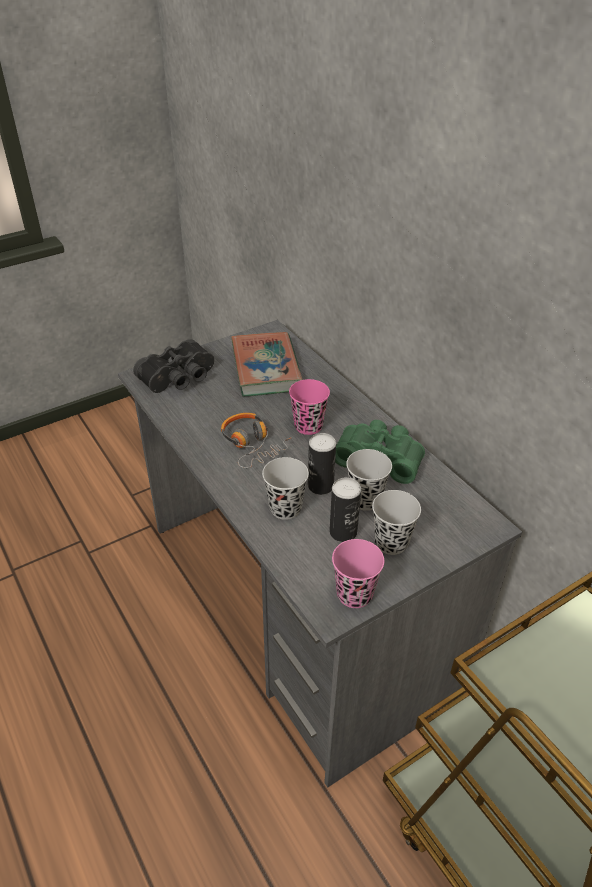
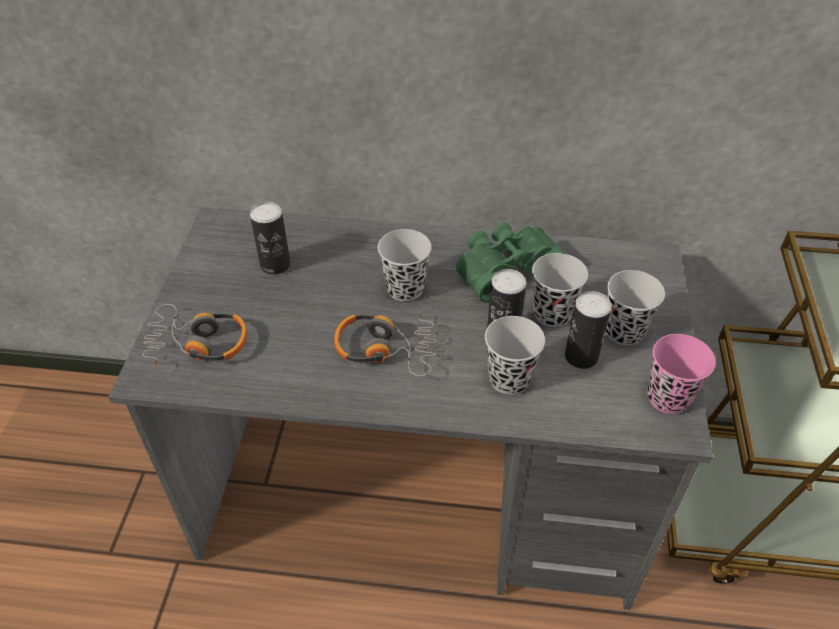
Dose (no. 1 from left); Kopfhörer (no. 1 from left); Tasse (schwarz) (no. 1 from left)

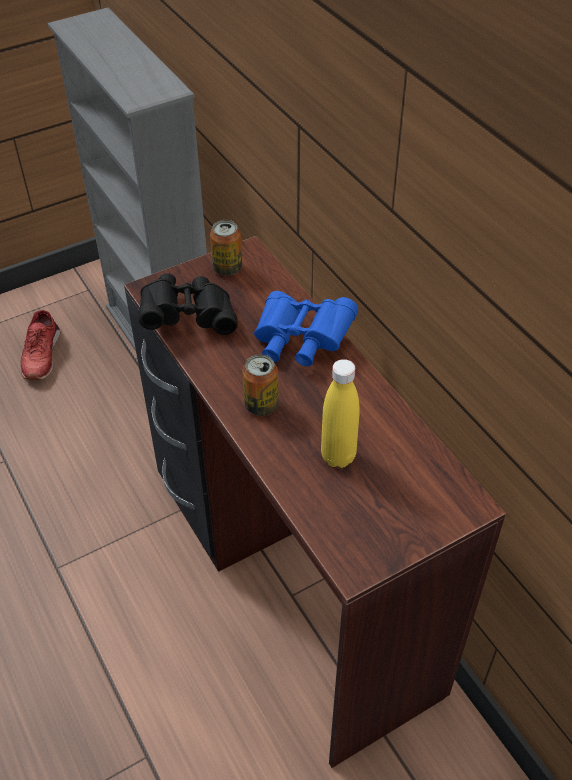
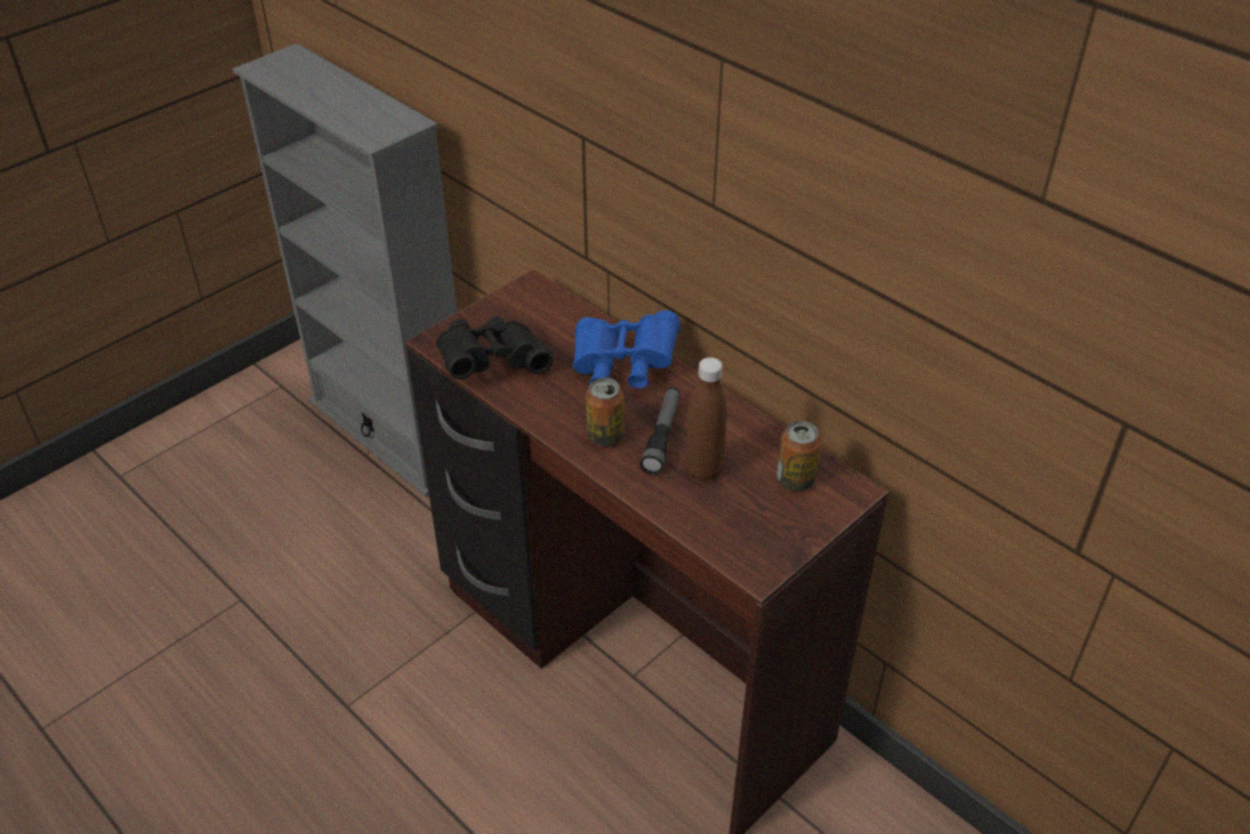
Dose (no. 2 from left); Schuh (rot); Flasche (braun); Taschenlampe

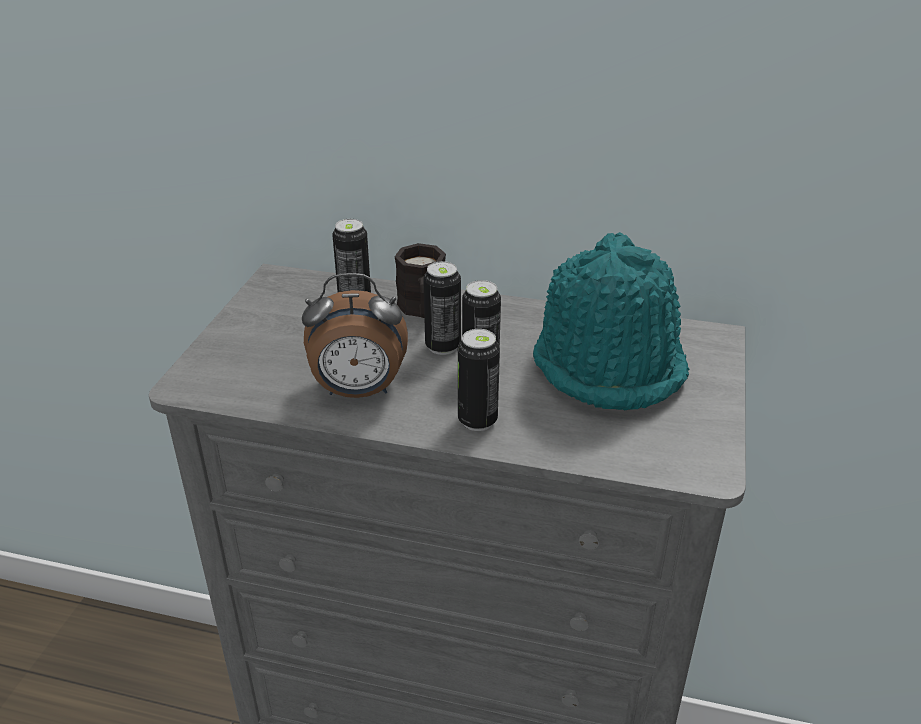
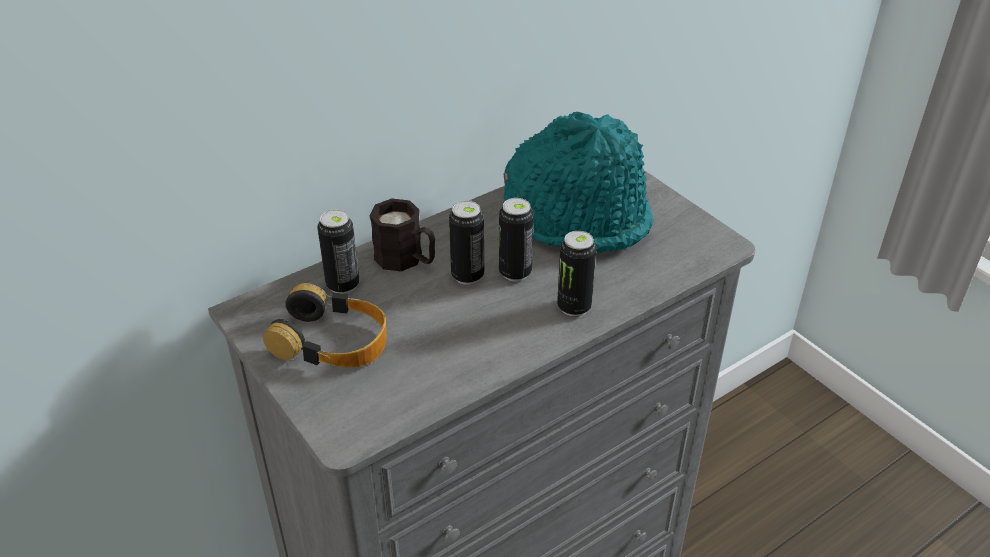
Wecker; Kopfhörer

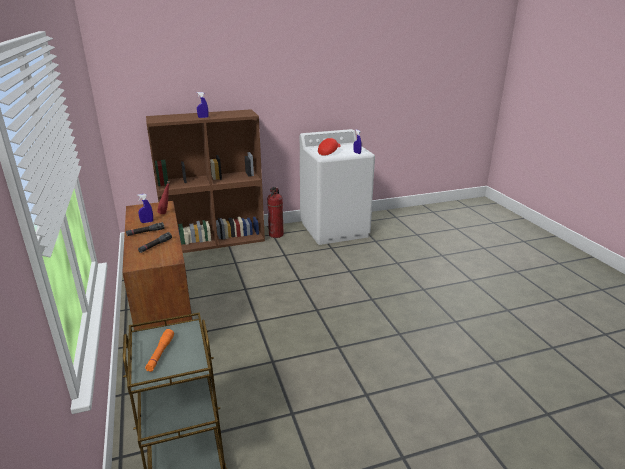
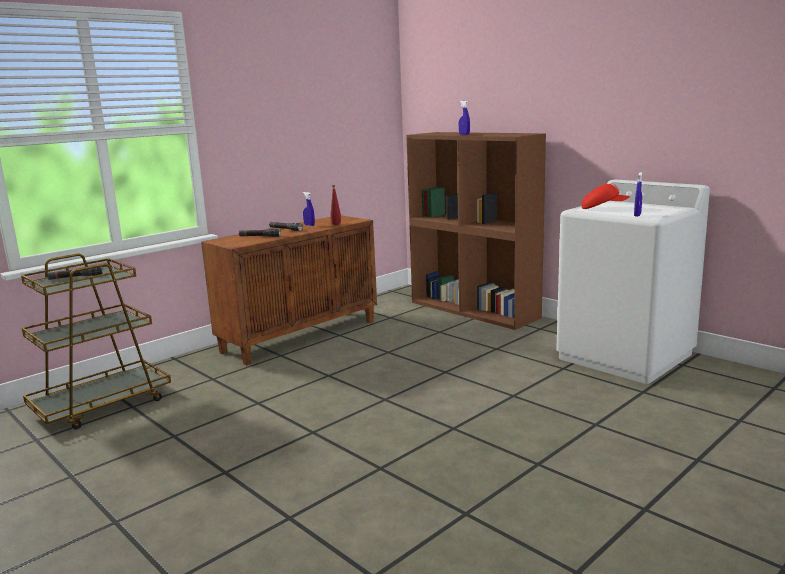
Feuerlöscher; Taschenlampe (schwarz) (no. 1 from left)

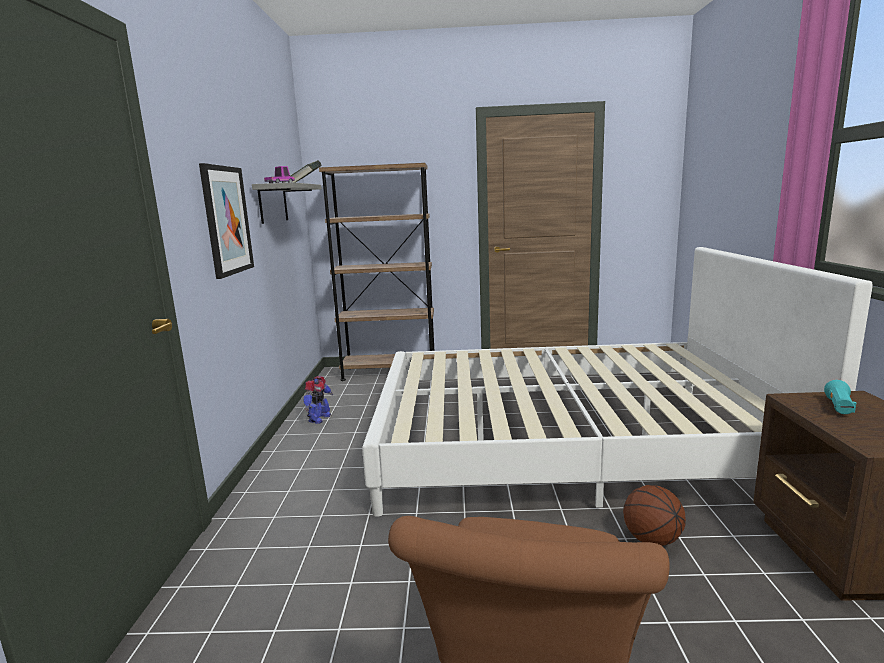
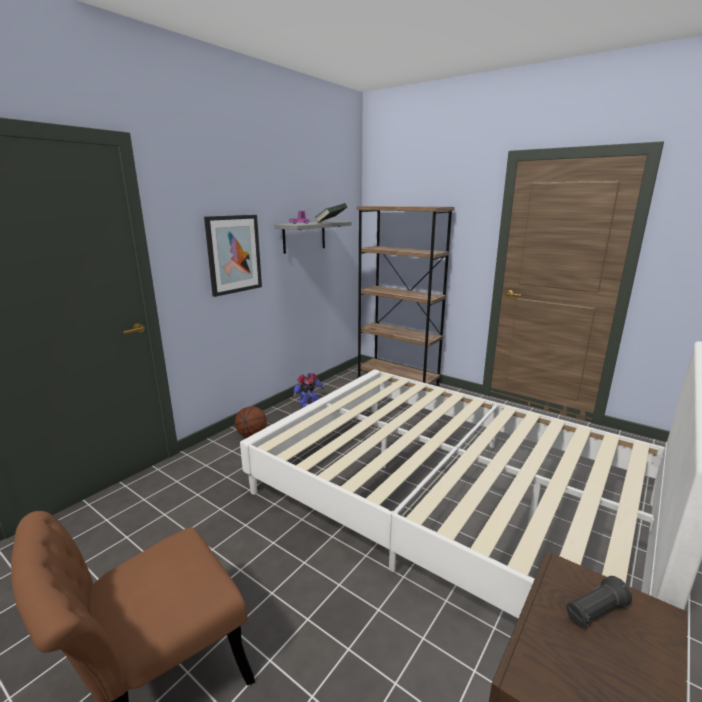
Taschenlampe (schwarz); Basketball

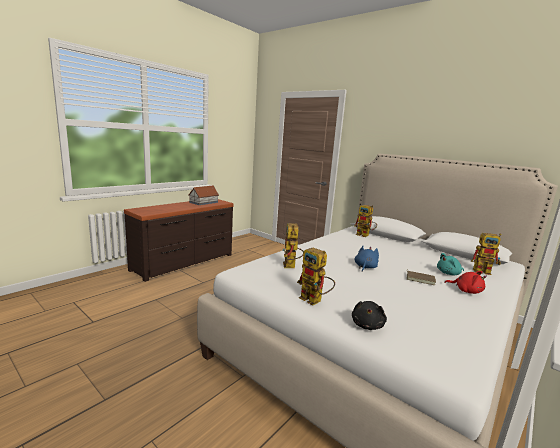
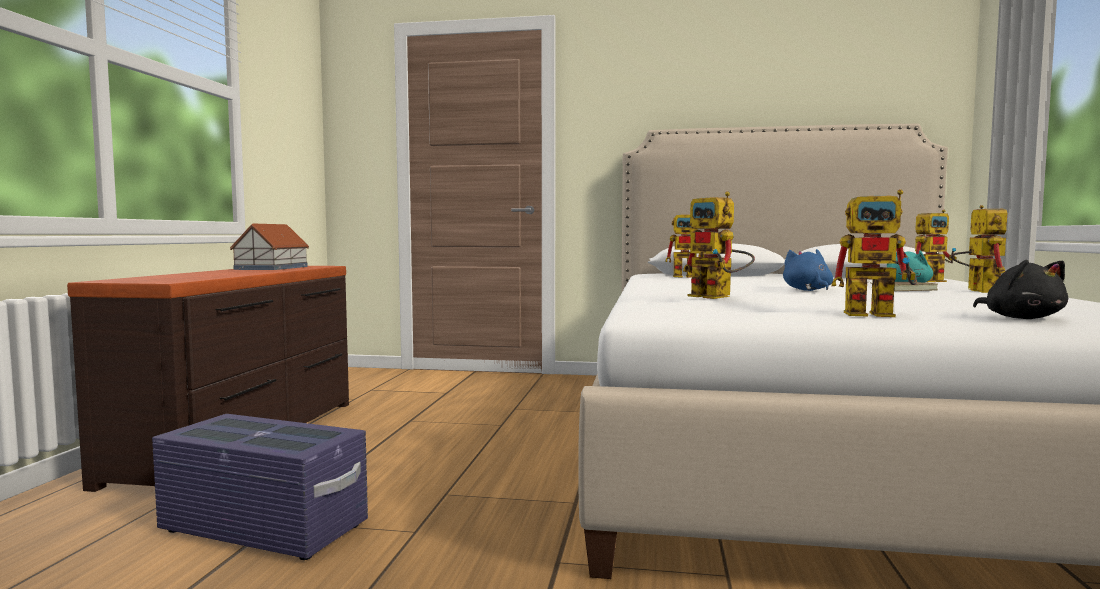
Spielzeugroboter (no. 5 from left); Aufbewahrungsbox (lila)

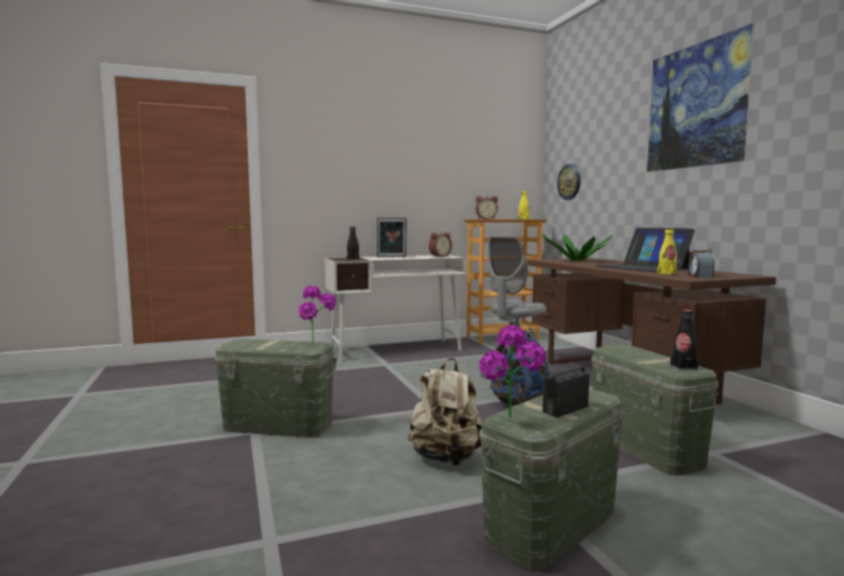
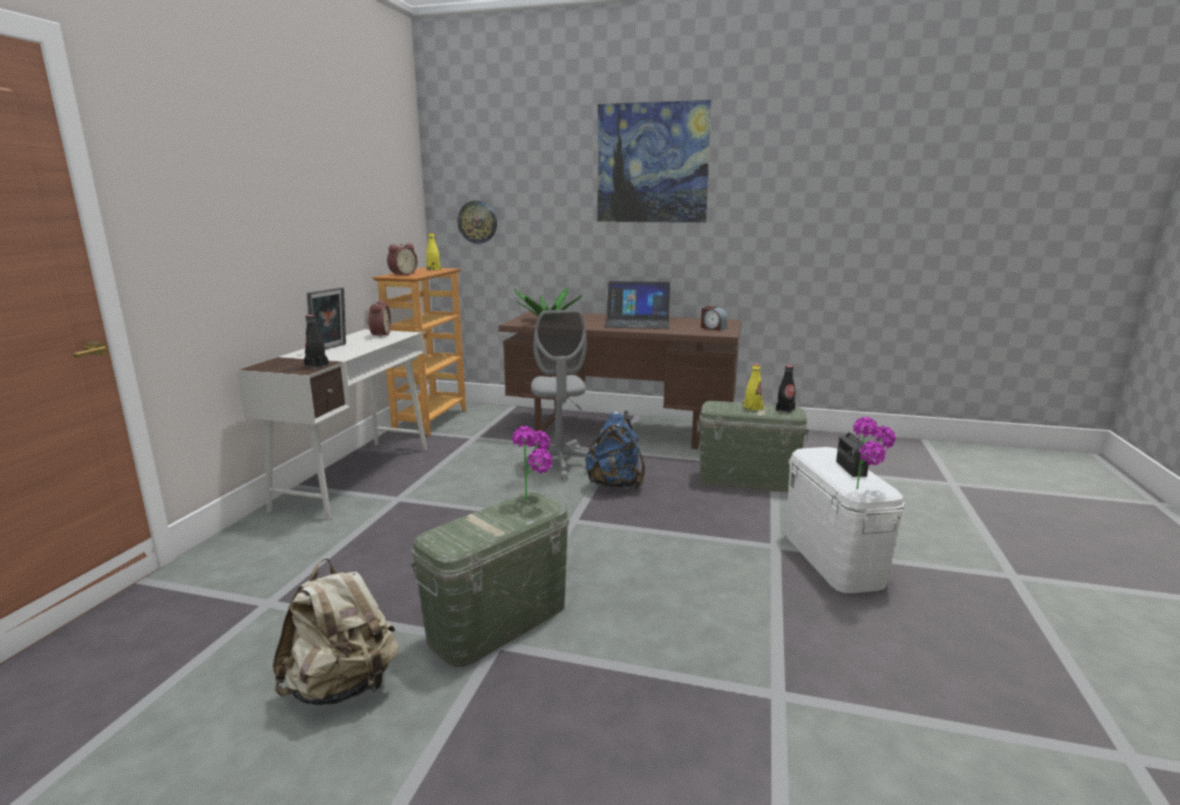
Flasche (gelb) (no. 2 from left); Rucksack (beige); Aufbewahrungsbox (weiß)

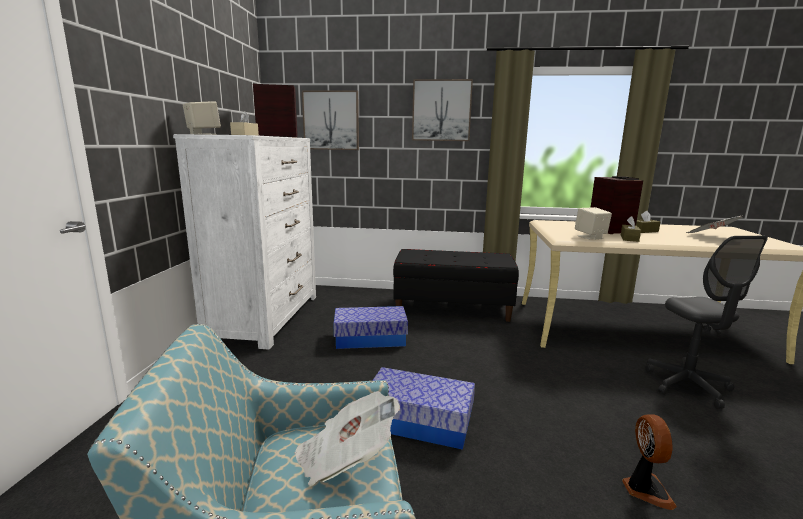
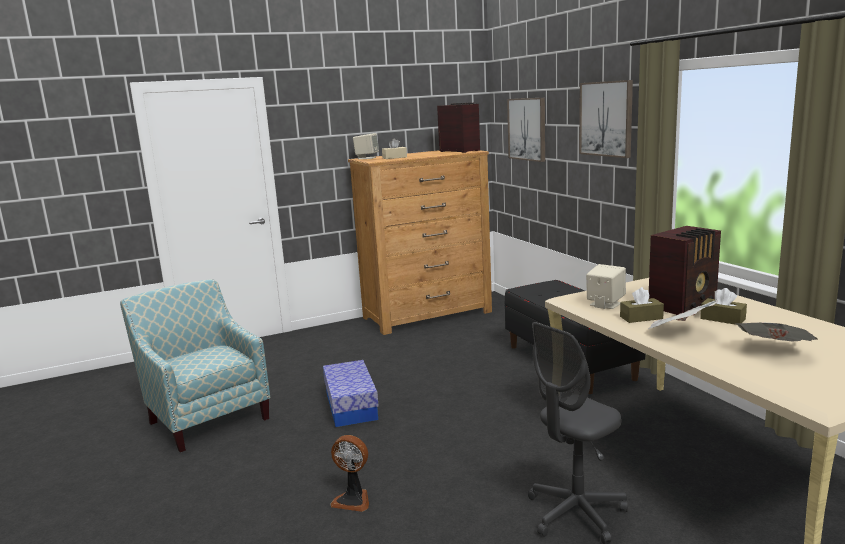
Kommode (braun); Aufbewahrungsbox (no. 1 from left in the first image); Zeitung (no. 1 from left); Ventilator

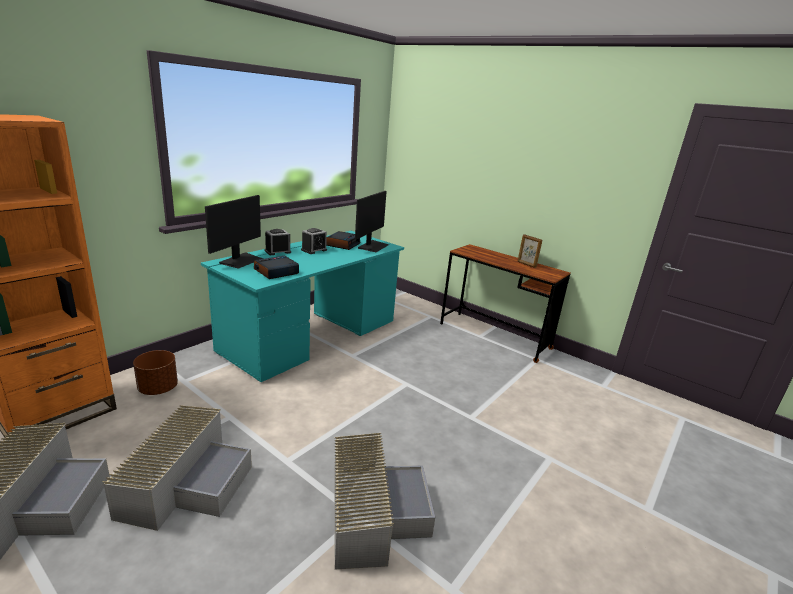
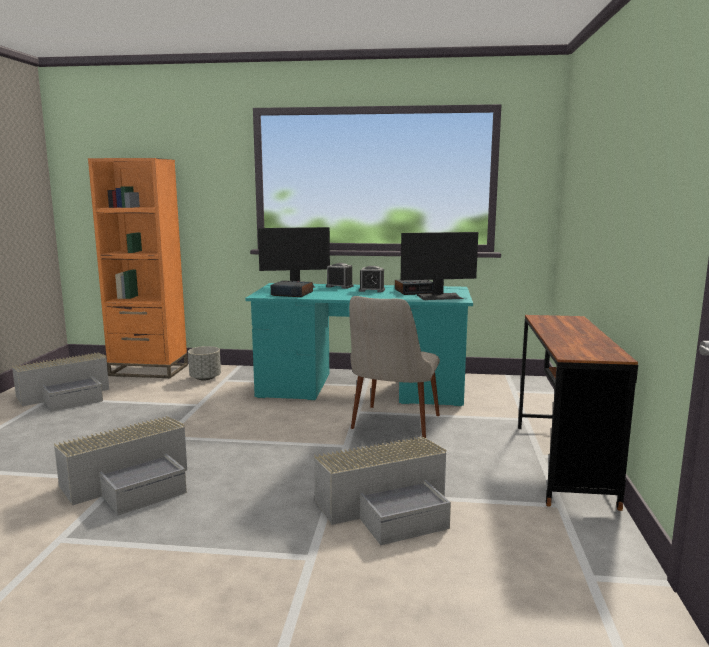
Bilderrahmen; Pflanzkübel (grau); Aufbewahrungsbox (grau) (no. 3 from left); Stuhl (beige)

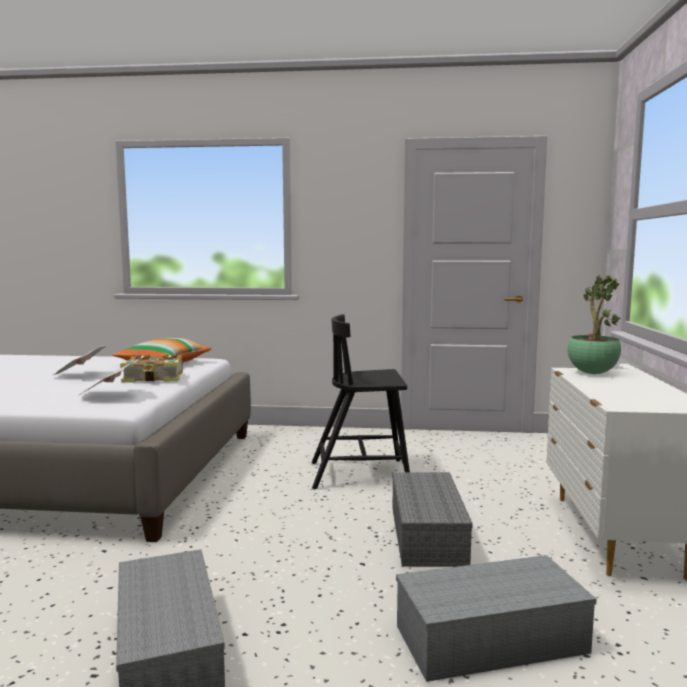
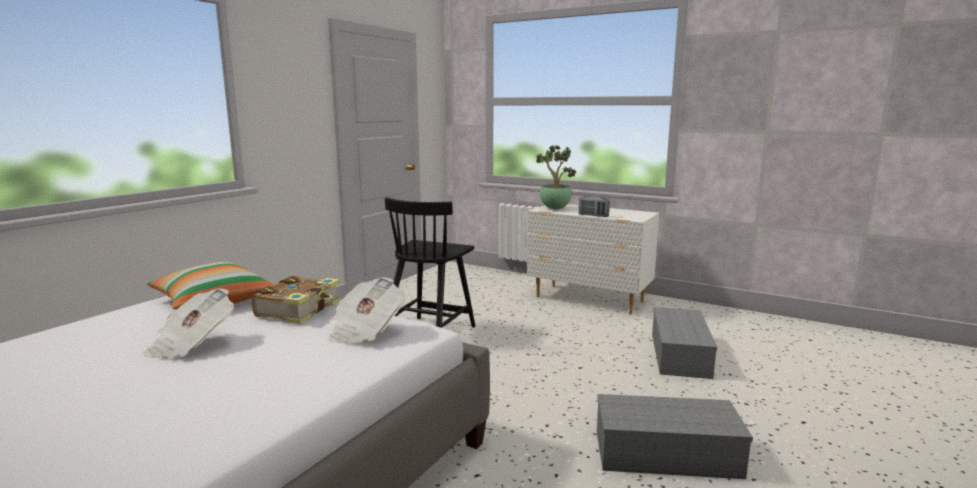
Aufbewahrungsbox (grau) (no. 2 from left in the first image); Radio

